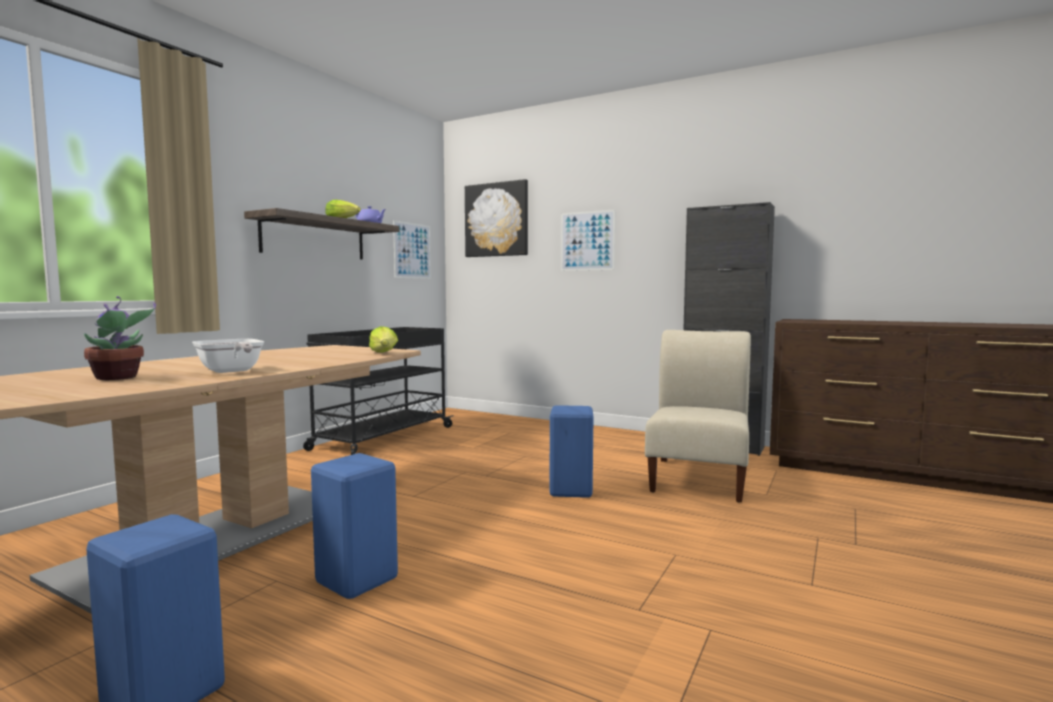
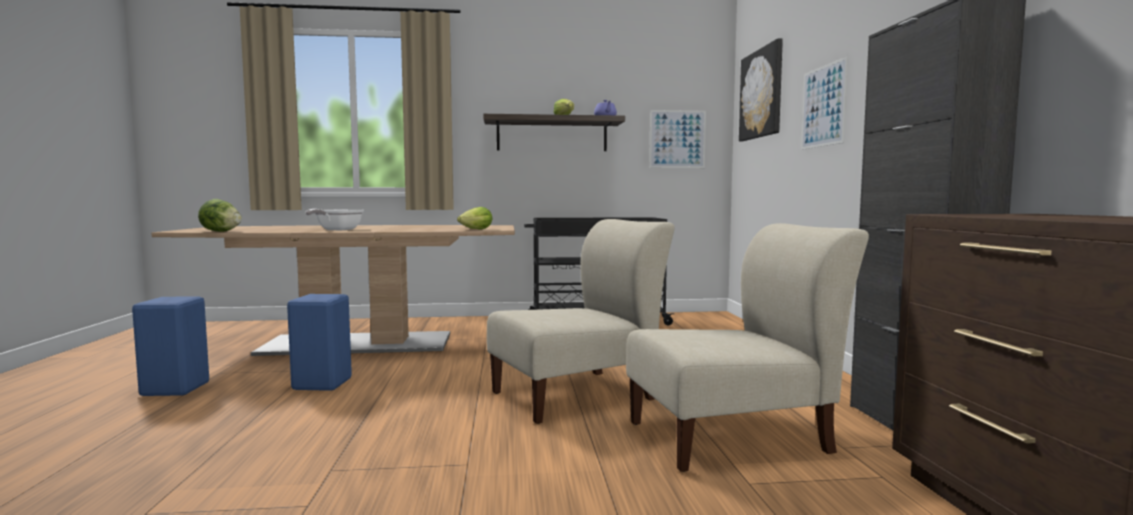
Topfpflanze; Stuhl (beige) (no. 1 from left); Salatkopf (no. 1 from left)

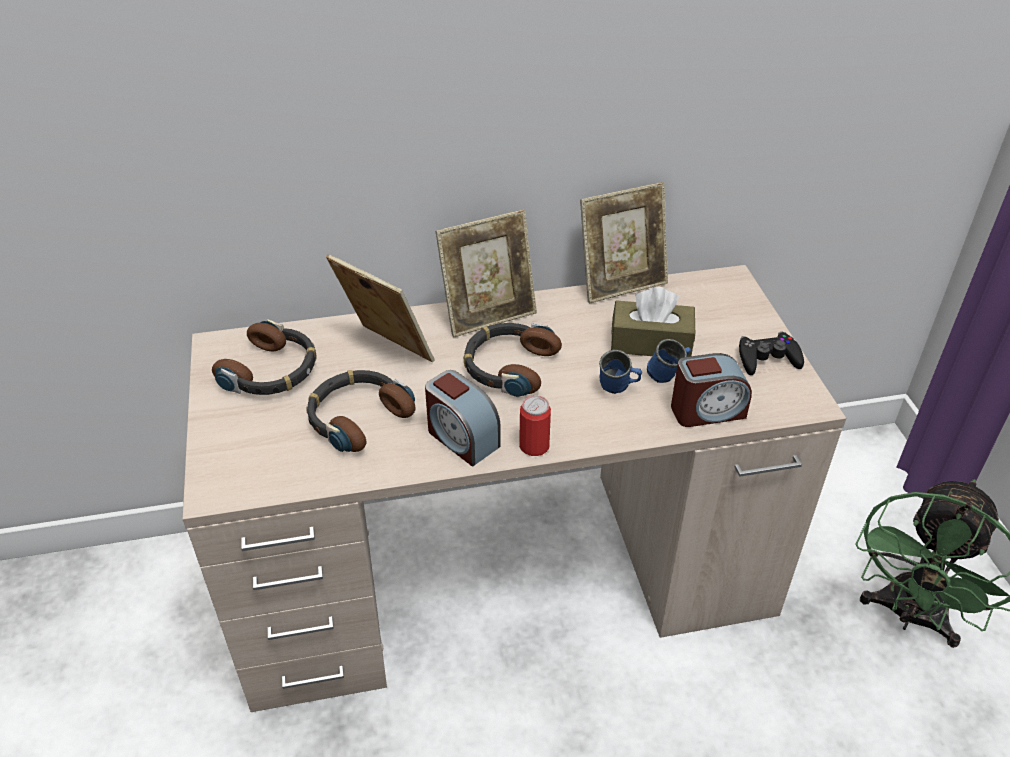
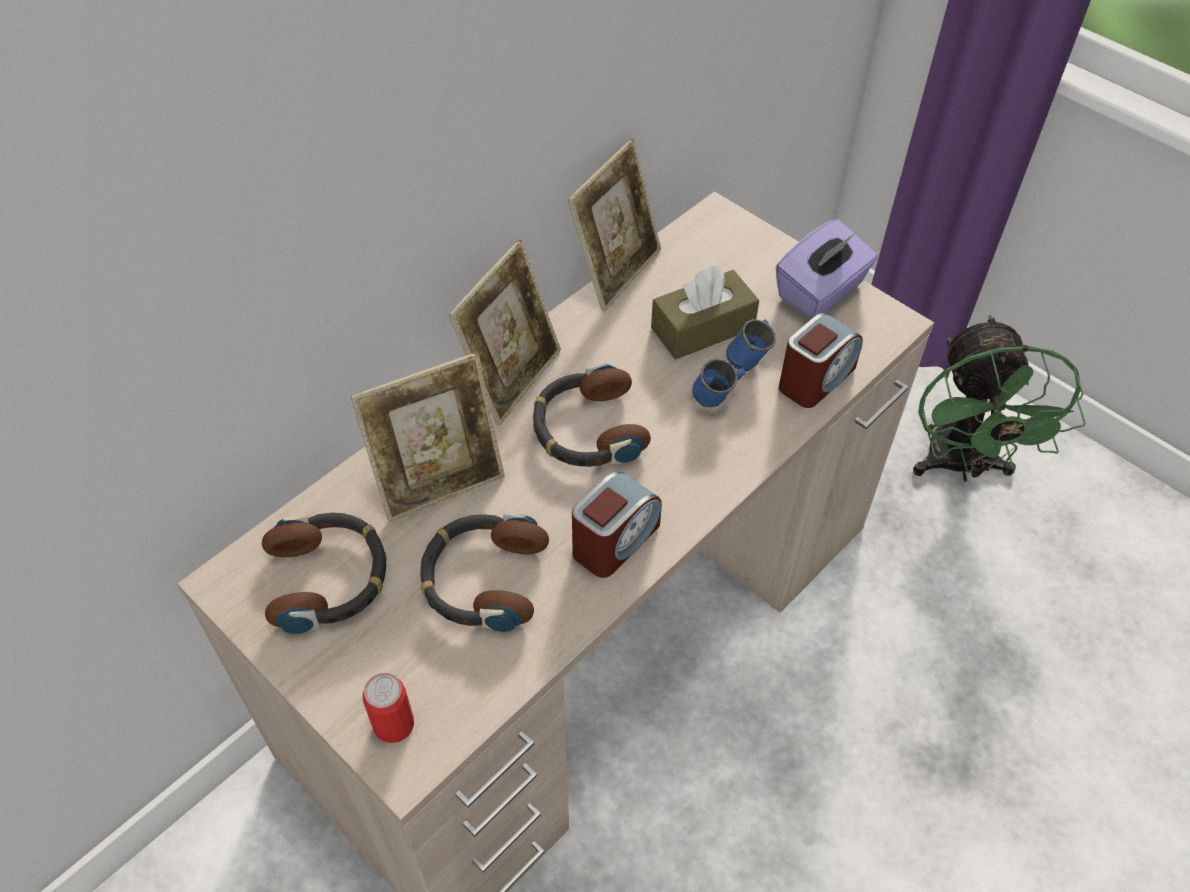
Bilderrahmen (no. 1 from left); Taschentuchbox (lila); Wecker (no. 1 from left); Dose

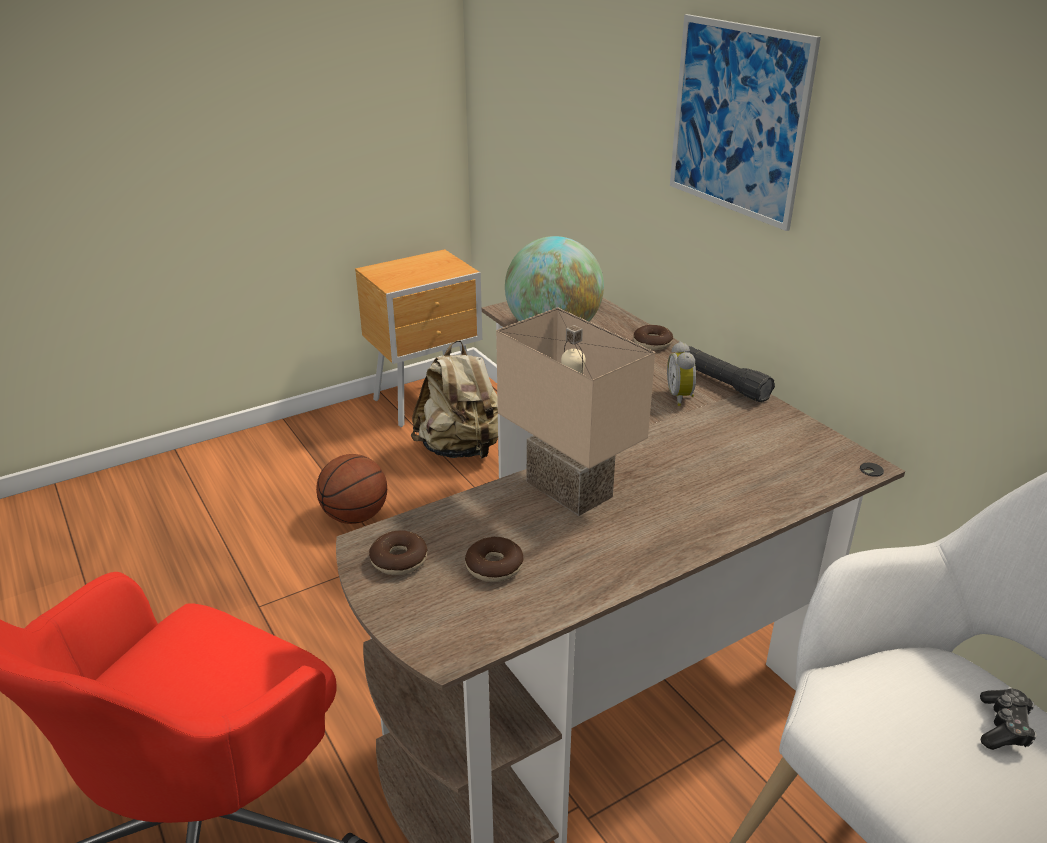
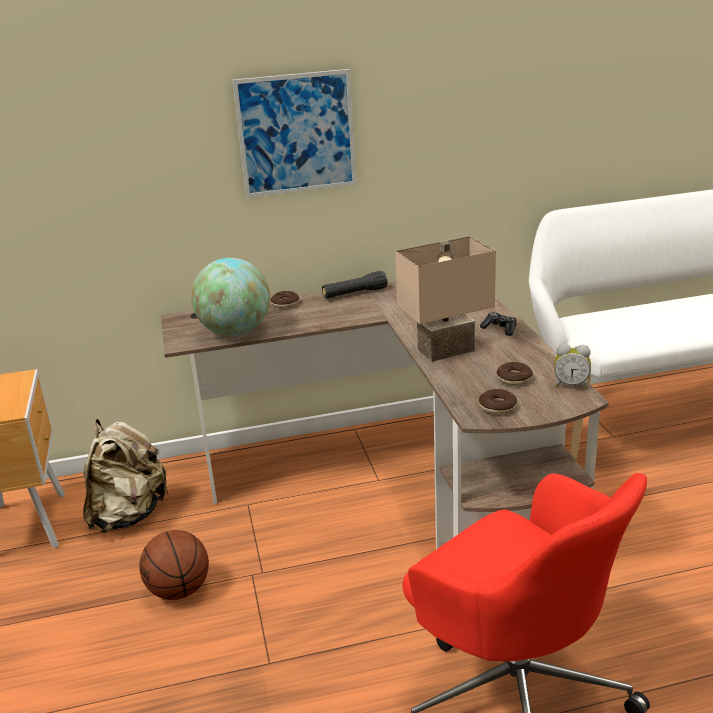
Wecker; Gamepad

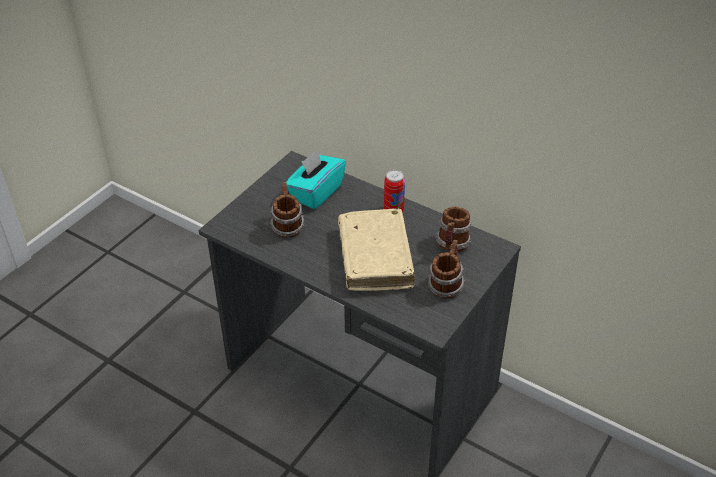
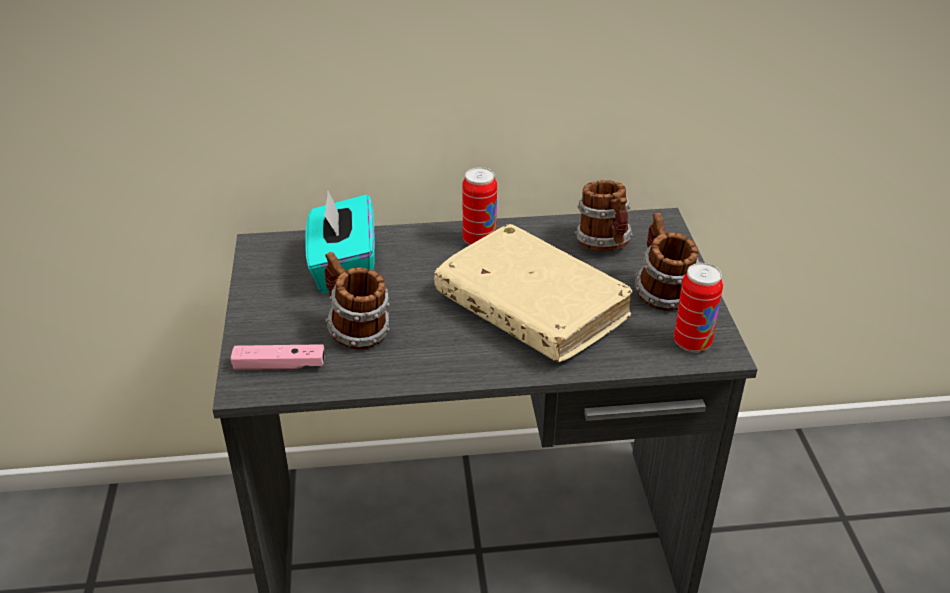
Dose (no. 2 from left); Gamepad (rosa)

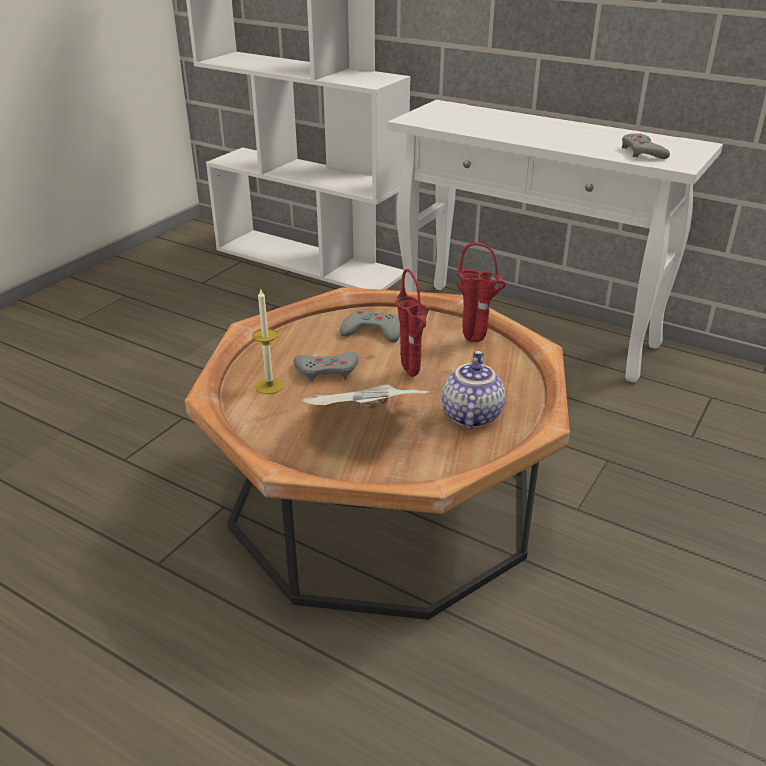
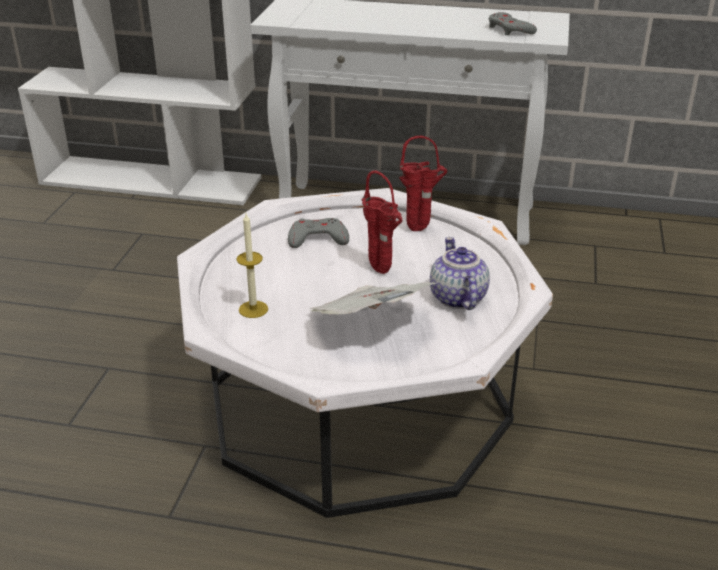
Couchtisch (weiß); Gamepad (grau) (no. 1 from left in the first image)

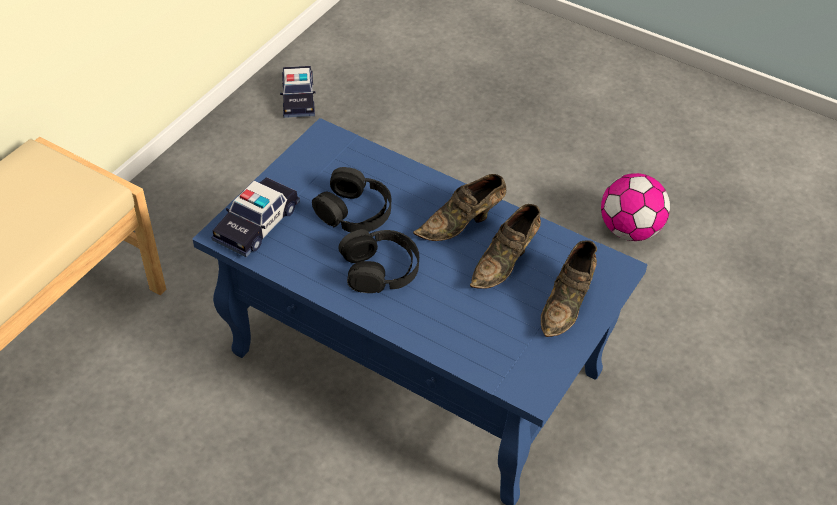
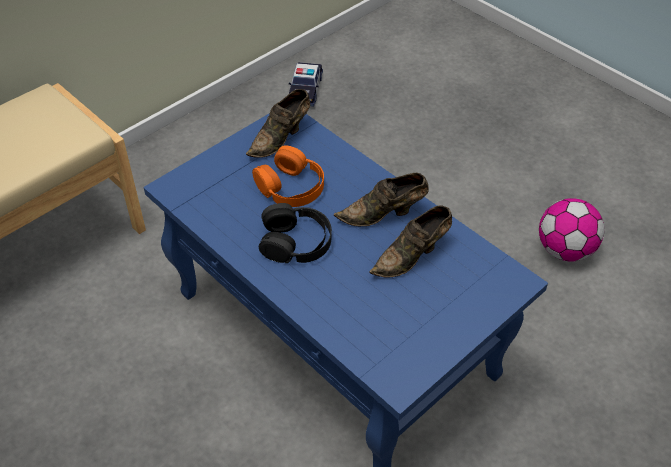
Kopfhörer (orange); Spielzeugauto (no. 1 from left in the first image); Schuh (braun) (no. 1 from left)

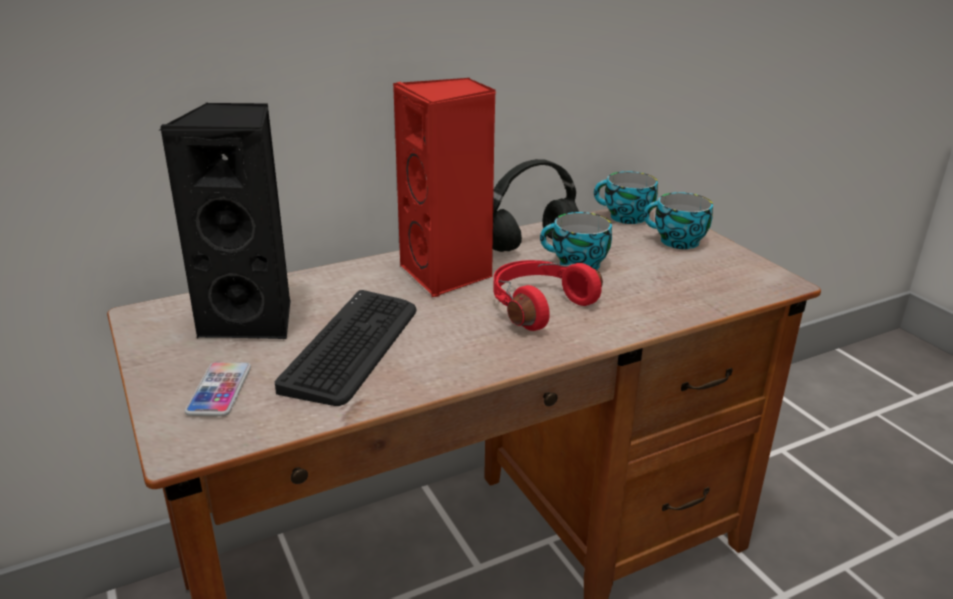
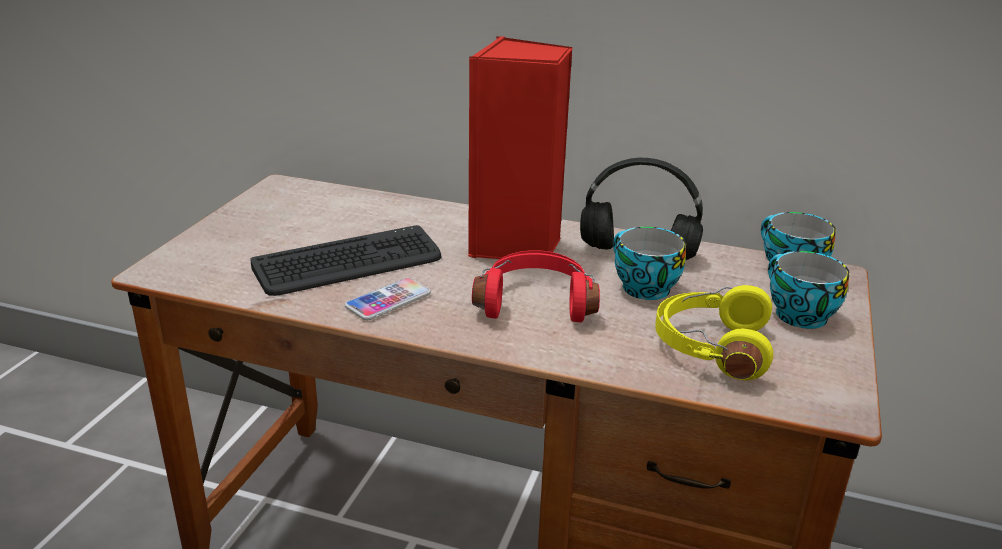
Lautsprecher (schwarz); Handy; Kopfhörer (gelb)

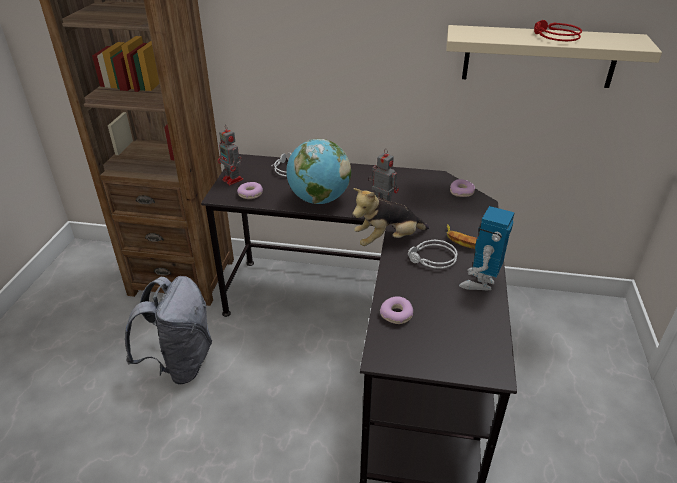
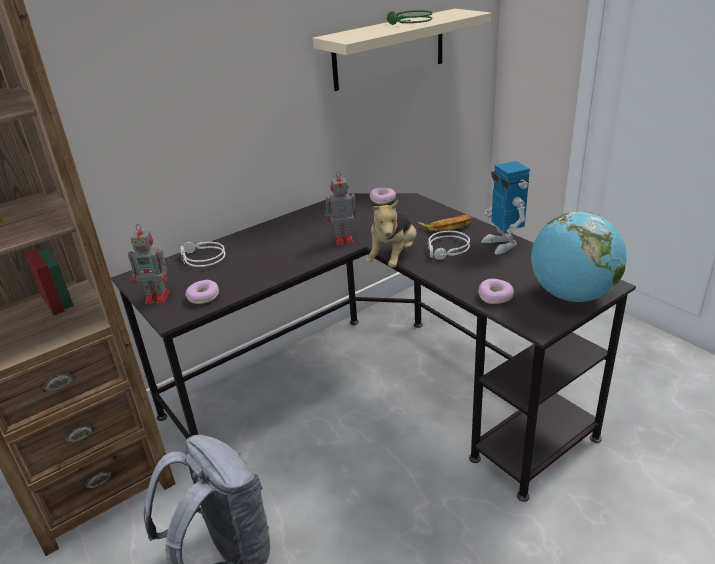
Kopfhörer (grün); Globus

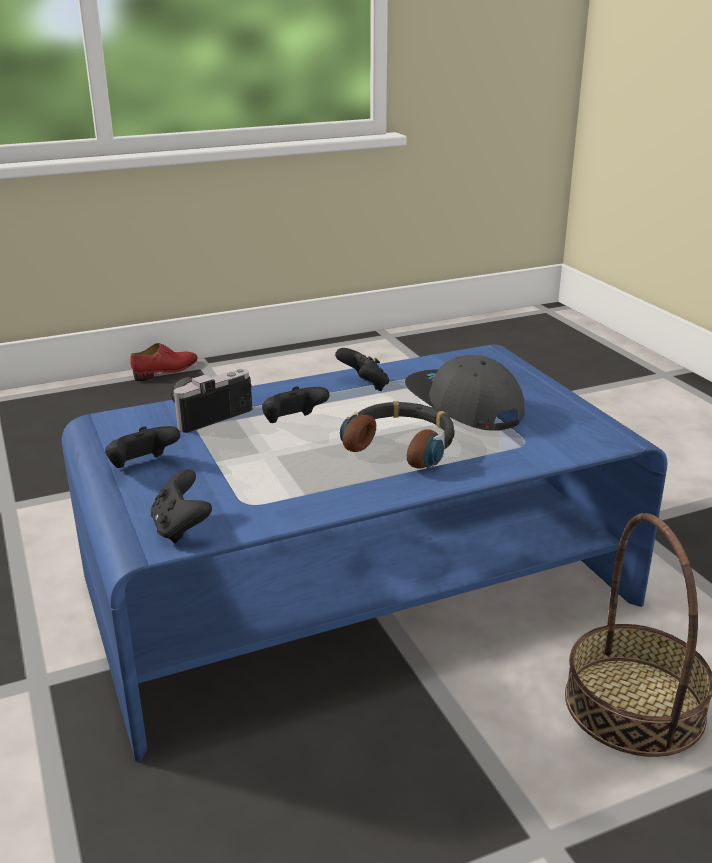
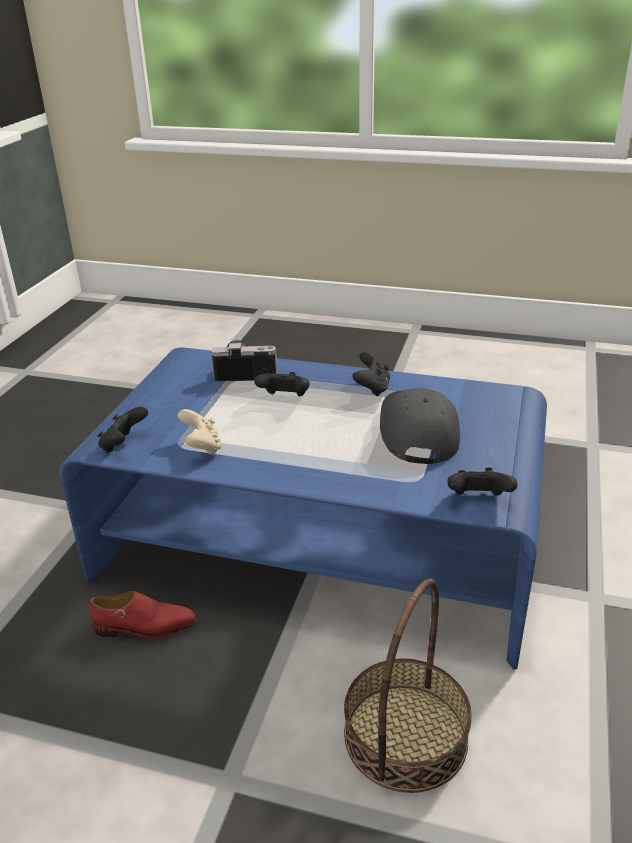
Schuh (rot); Kopfhörer; Gamepad (schwarz) (no. 4 from left); Gamepad (beige)

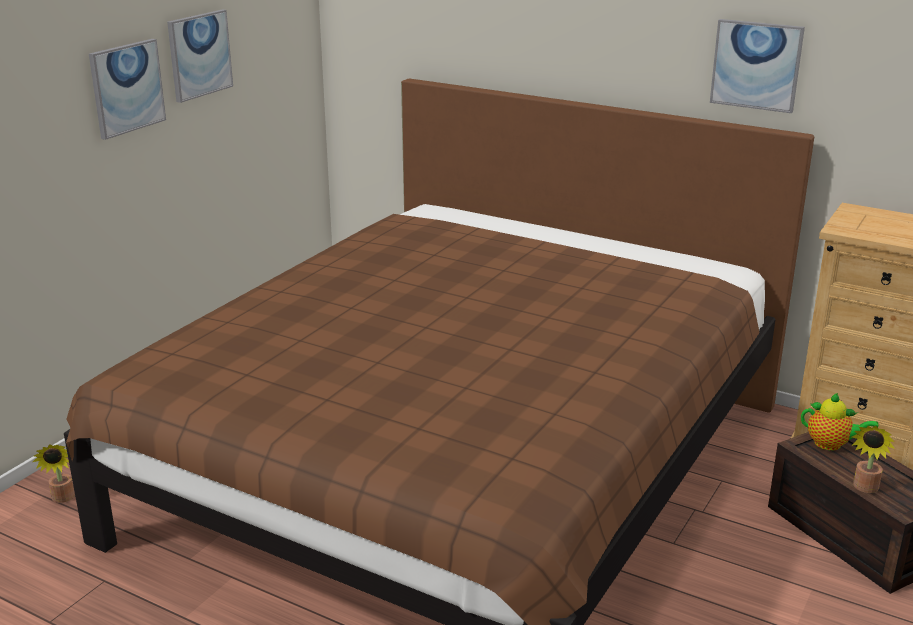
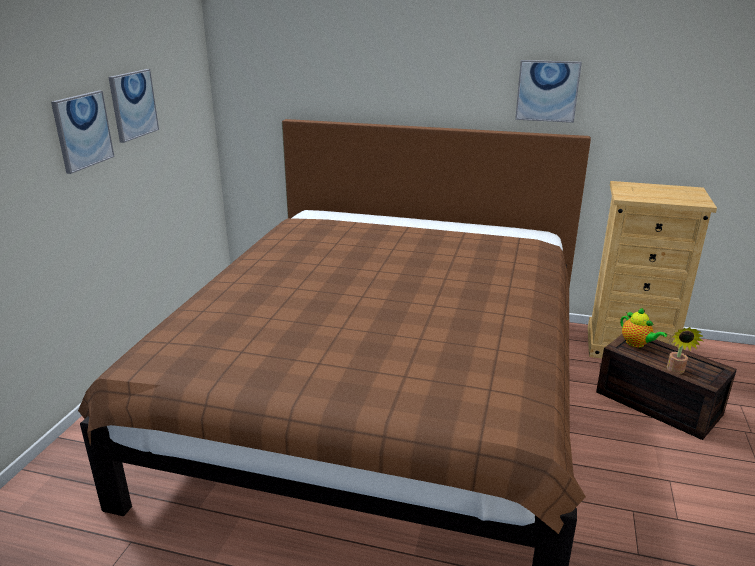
Teekanne; Topfpflanze (no. 1 from left in the first image)

